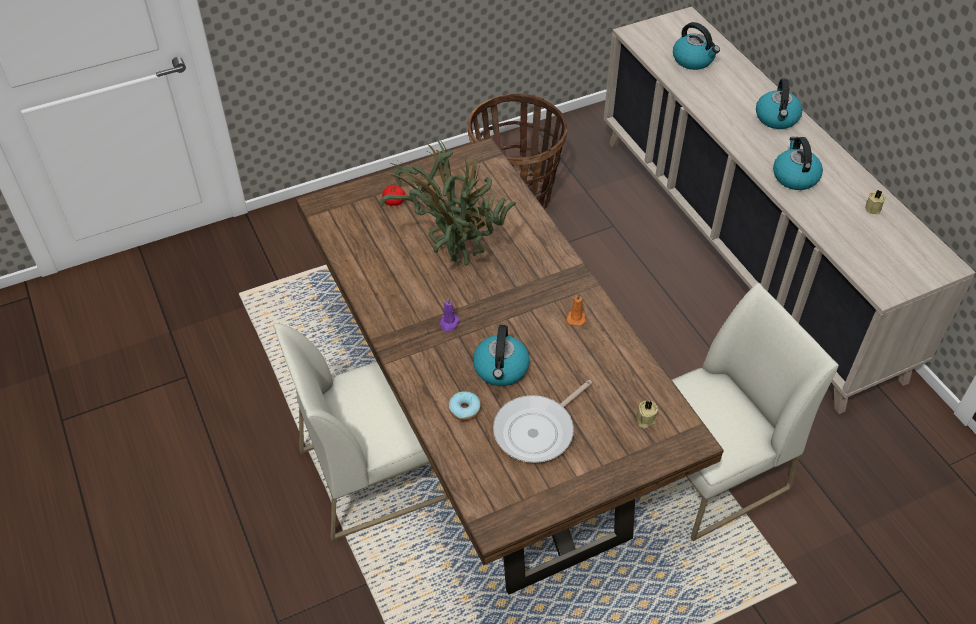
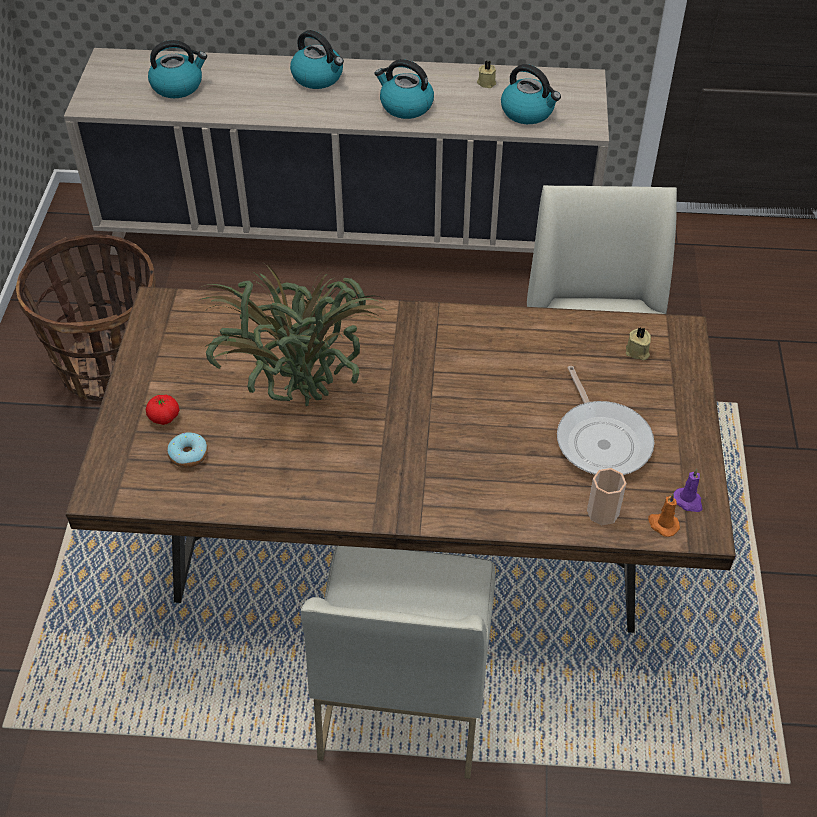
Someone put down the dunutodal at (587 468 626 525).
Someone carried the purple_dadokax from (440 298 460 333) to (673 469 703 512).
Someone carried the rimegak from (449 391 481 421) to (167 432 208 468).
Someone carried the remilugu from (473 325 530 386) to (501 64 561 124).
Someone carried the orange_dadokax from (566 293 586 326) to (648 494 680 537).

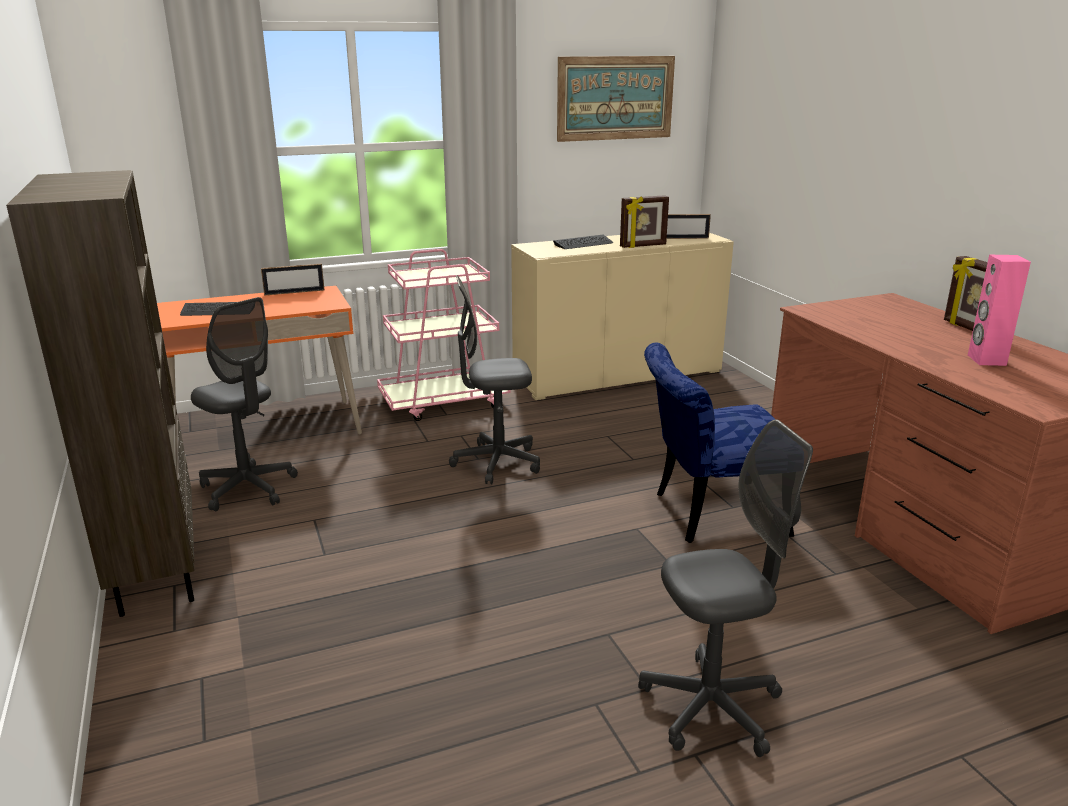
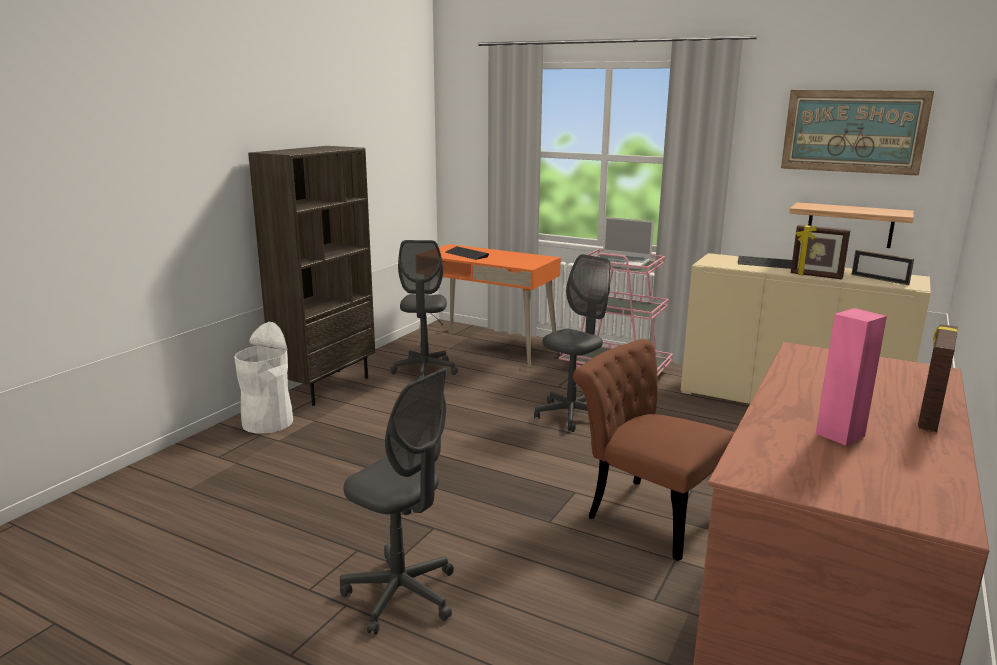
Someone took away the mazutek at (261 263 325 296).
Someone put down the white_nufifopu at (234 322 293 434).
Someone put down the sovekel at (599 217 654 269).
Someone put up the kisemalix at (789 202 914 248).
Someone repainted the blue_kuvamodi at (644 342 794 543), which became the brown_kuvamodi at (573 339 735 561).
Someone rotated the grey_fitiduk at (449 275 540 484) by 90 degrees clockwise.

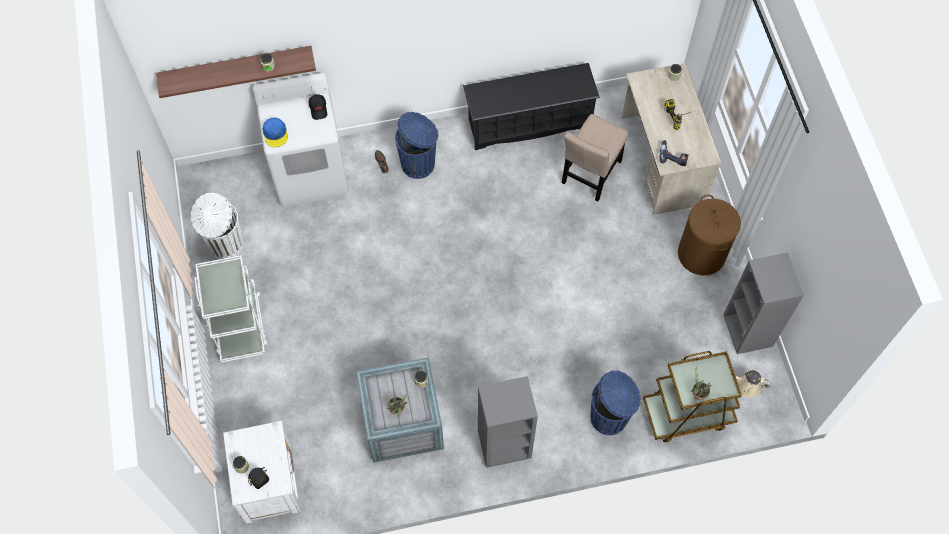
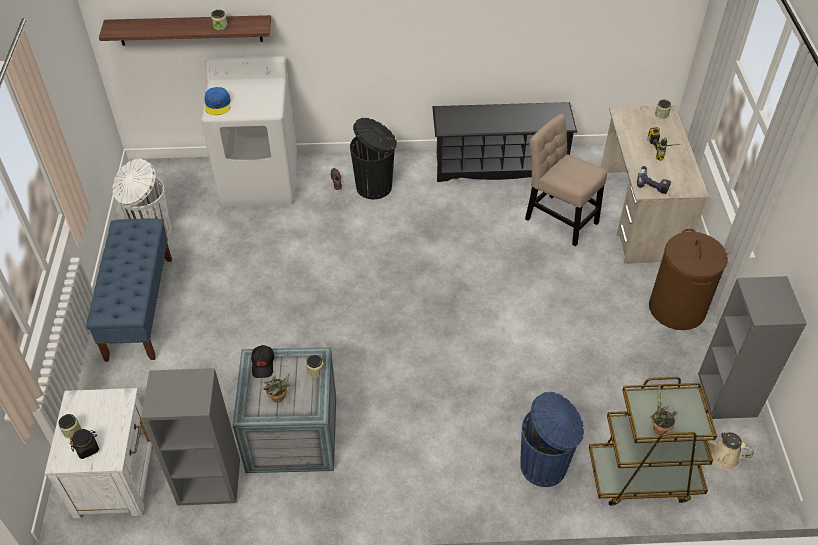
Someone carried the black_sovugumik from (309 94 327 120) to (251 345 274 378).
Someone carried the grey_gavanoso from (478 376 538 468) to (141 368 240 506).
Someone swapped the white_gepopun at (194 255 267 363) for the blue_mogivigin at (86 219 172 362).
Someone repainted the blue_nufifopu at (395 112 439 179), which became the black_nufifopu at (350 118 397 199).
Someone rotated the beige_kuvamodi at (562 114 628 201) by 90 degrees clockwise.

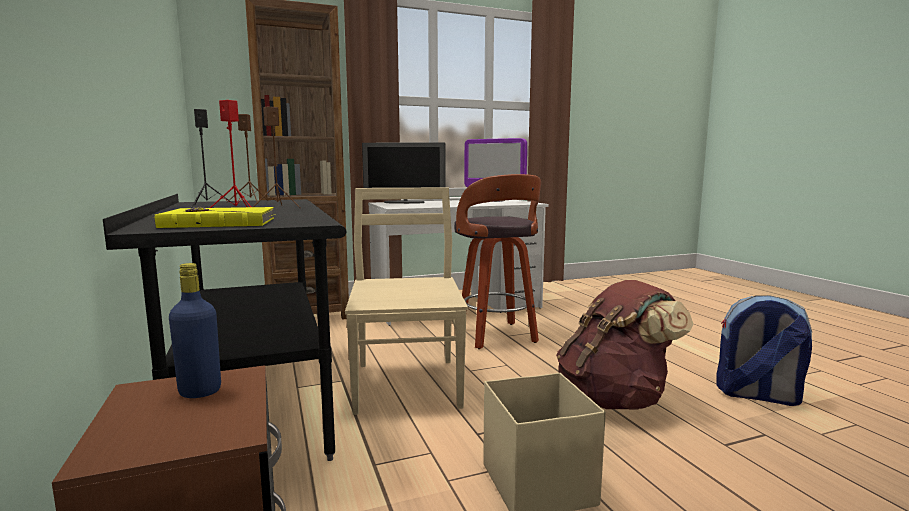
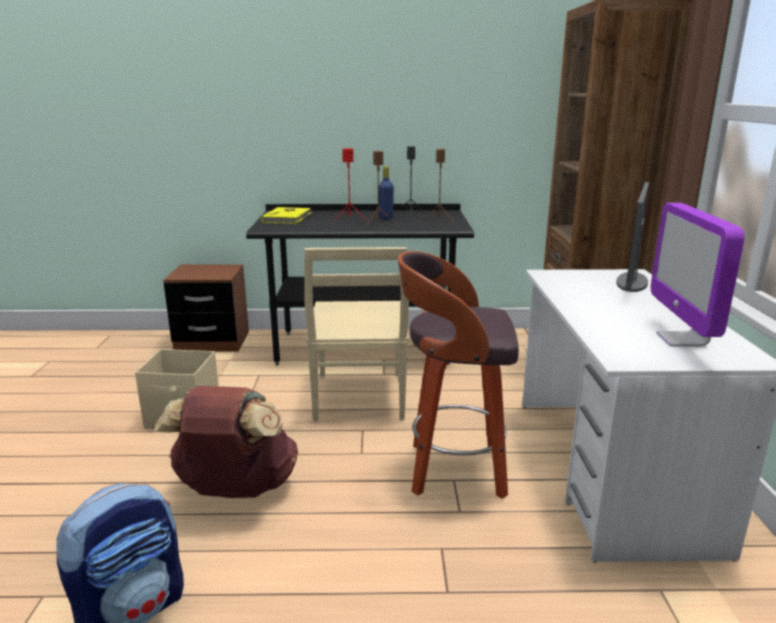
Someone carried the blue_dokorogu from (169 263 221 398) to (379 166 394 220).
Someone rotated the beige_kuvamodi at (345 187 468 415) by 75 degrees clockwise.
Someone rotated the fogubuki at (464 138 527 202) by 45 degrees counterclockwise.

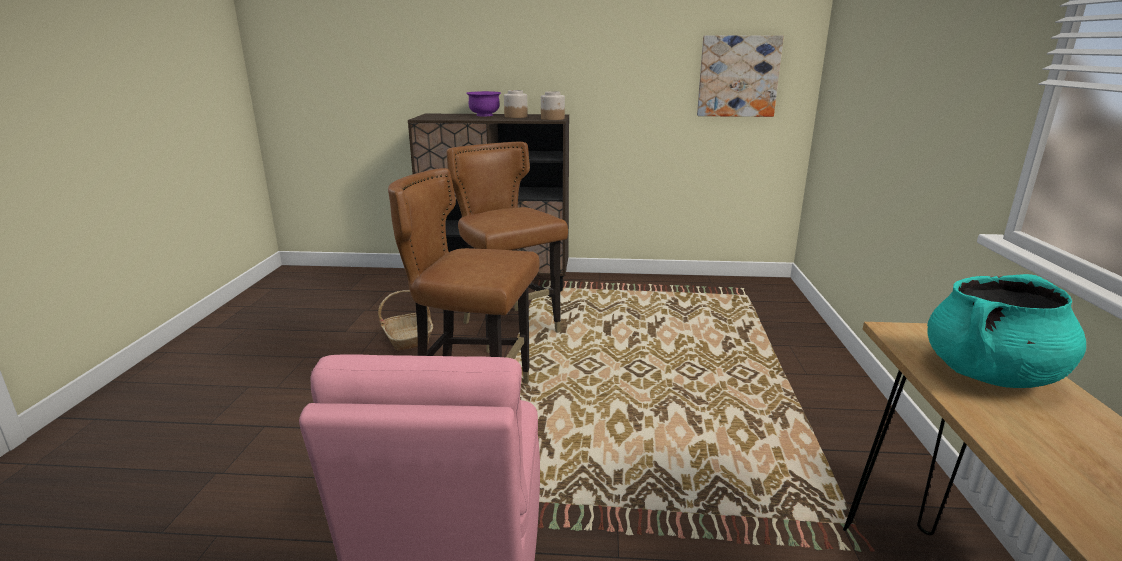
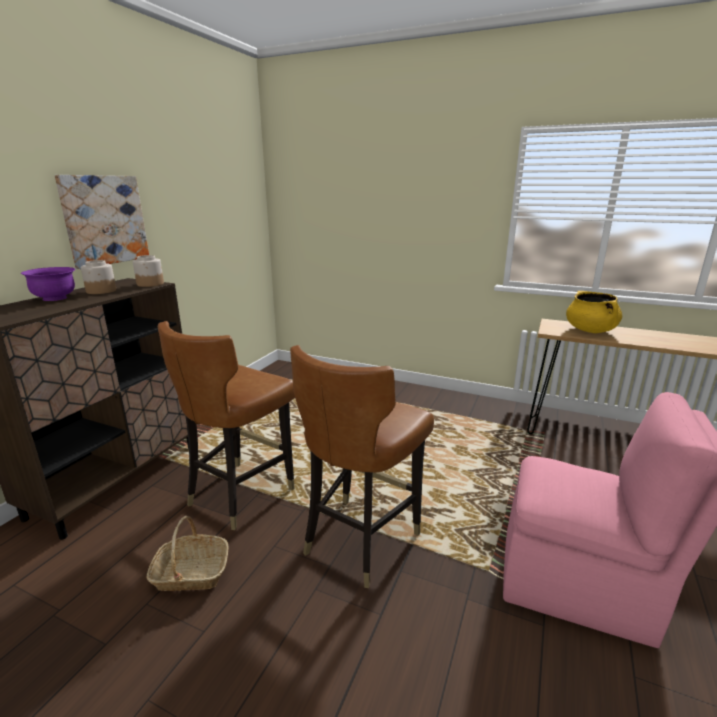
Someone carried the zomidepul from (697 35 784 117) to (55 175 149 269).
Someone repainted the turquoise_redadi at (927 274 1086 388), which became the yellow_redadi at (566 291 622 333).
Someone rotated the brown_kuvamodi at (447 142 568 353) by 45 degrees counterclockwise.

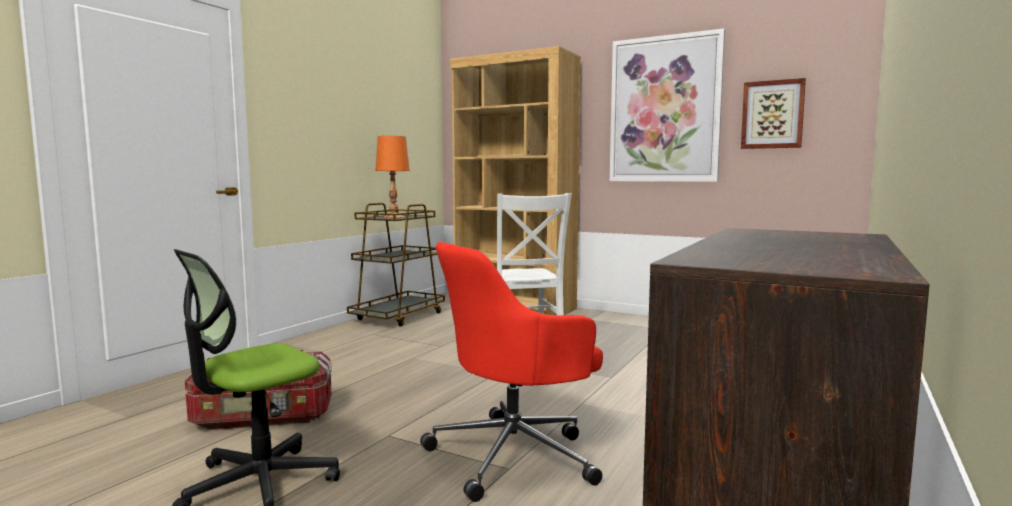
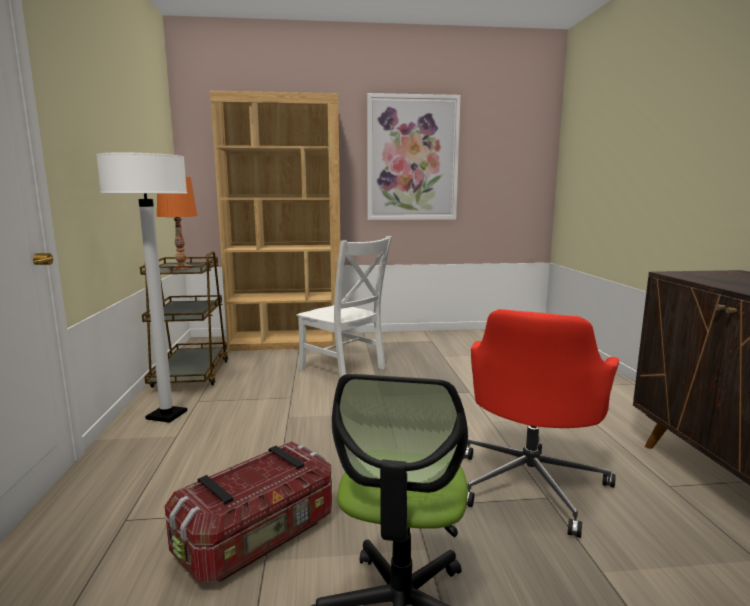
Someone took away the zomidepul at (741 78 806 149).
Someone put down the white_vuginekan at (96 153 187 423).

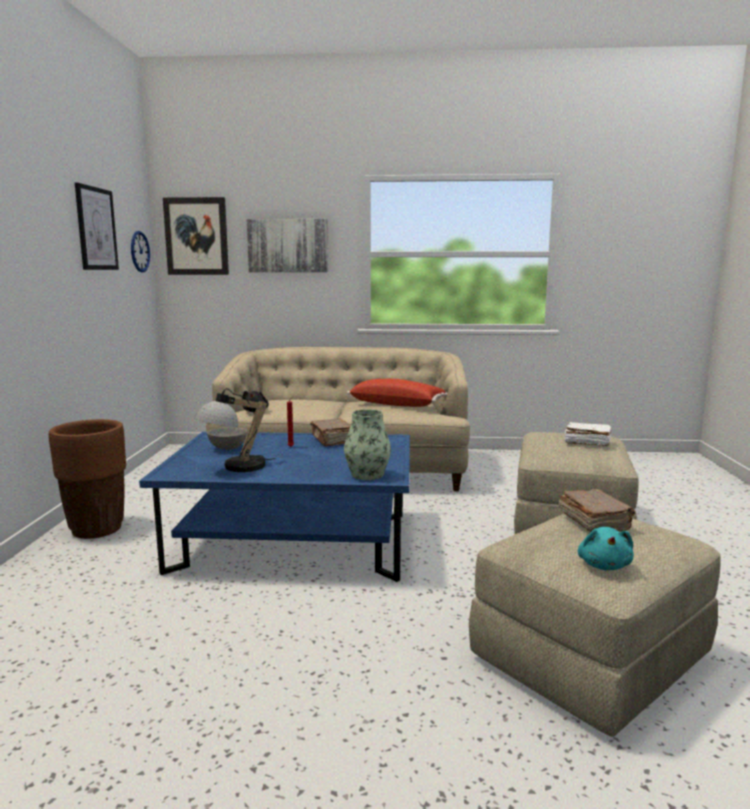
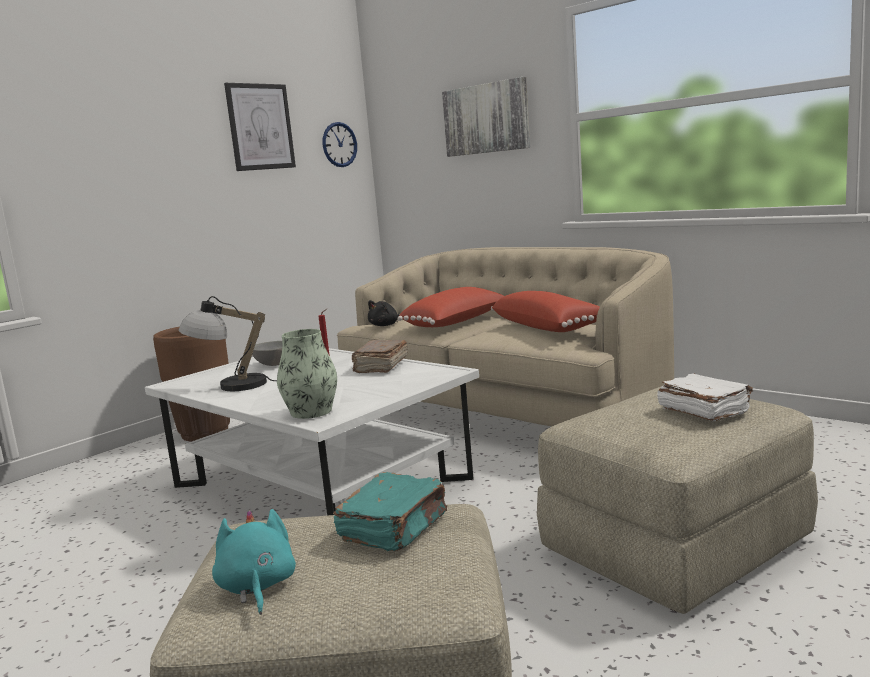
Someone took away the zomidepul at (163 197 229 275).
Someone put down the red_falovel at (398 287 504 327).
Someone repainted the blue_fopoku at (139 432 410 582), which became the white_fopoku at (145 348 479 515).
Someone repainted the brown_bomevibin at (559 489 636 532), which became the turquoise_bomevibin at (333 472 447 551).
Someone rotated the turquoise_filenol at (578 527 633 570) by 120 degrees clockwise.

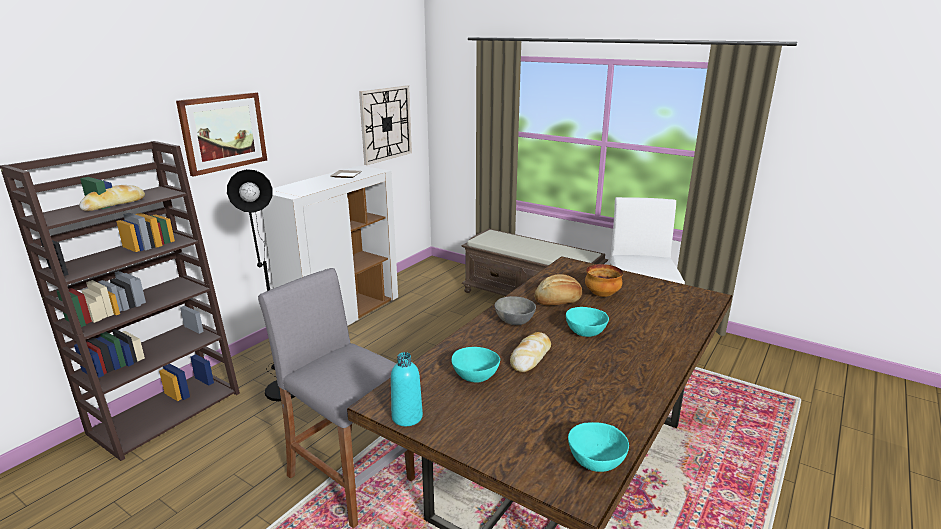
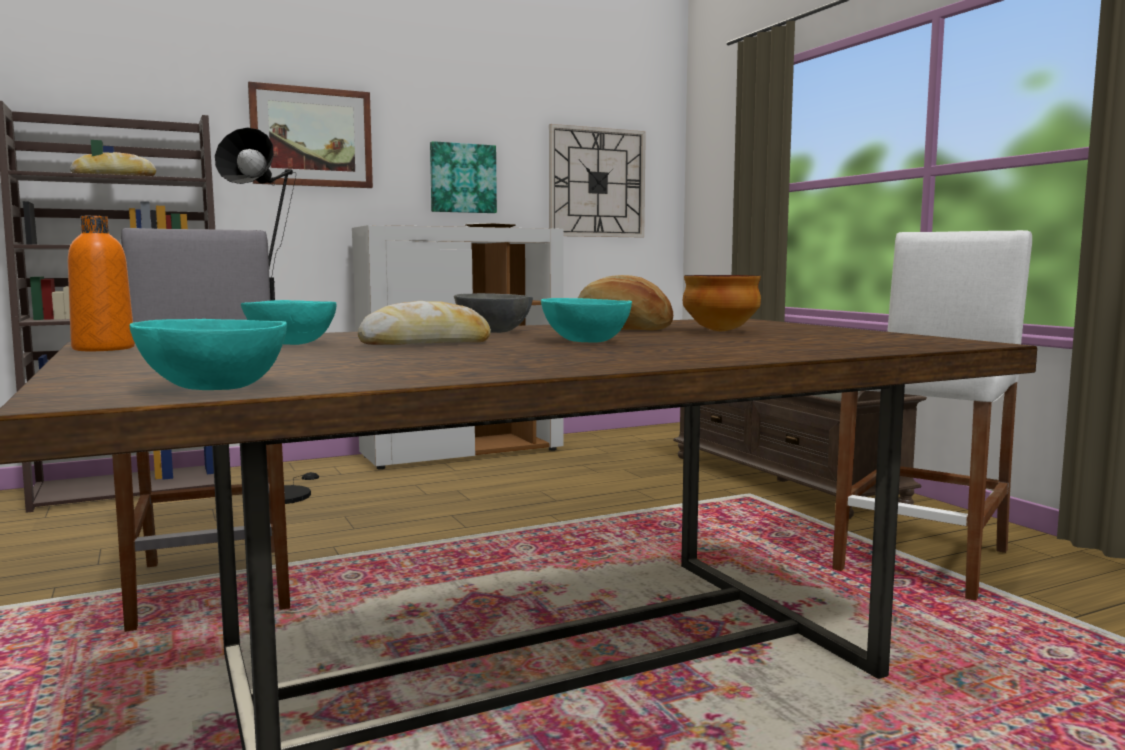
Someone put up the zomidepul at (430 141 497 213).
Someone repainted the turquoise_dokorogu at (391 352 423 426), which became the orange_dokorogu at (68 216 135 351).

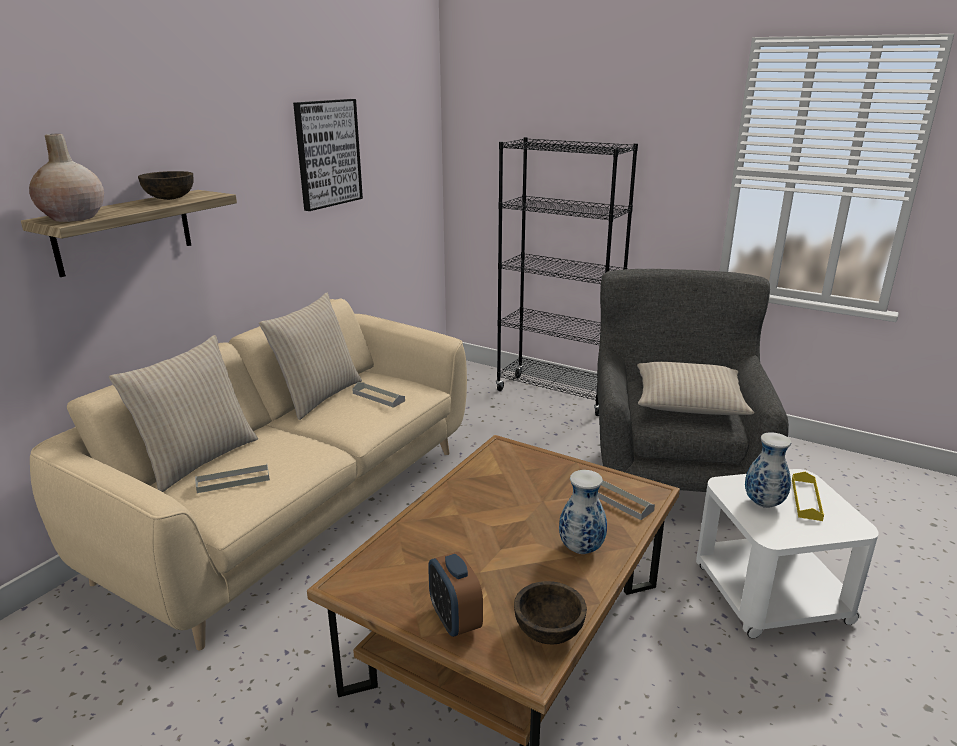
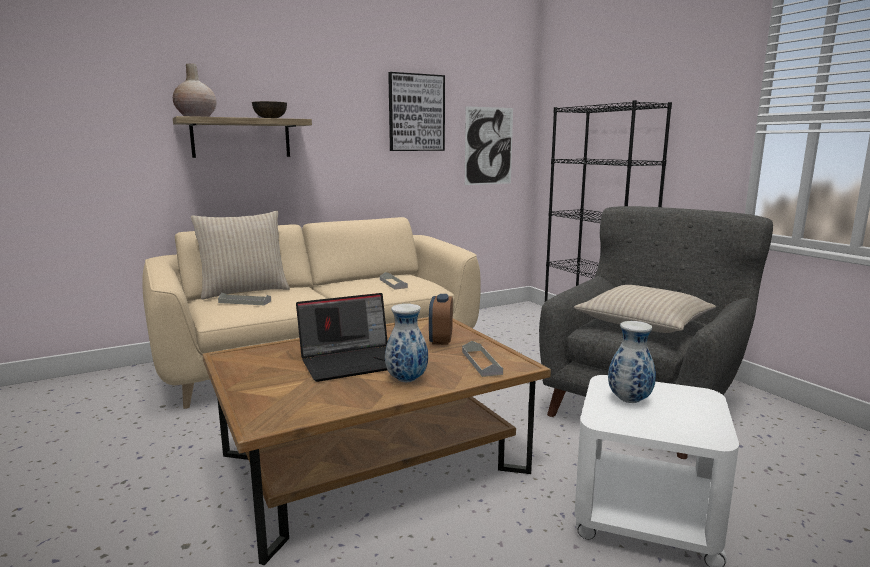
Someone took away the beige_falovel at (259 293 362 420).
Someone took away the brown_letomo at (514 581 587 644).
Someone took away the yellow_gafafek at (792 472 824 521).
Someone put down the sovekel at (296 293 388 382).
Someone put up the zomidepul at (465 106 513 185).
Someone carried the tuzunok from (428 552 483 637) to (429 294 453 345).

